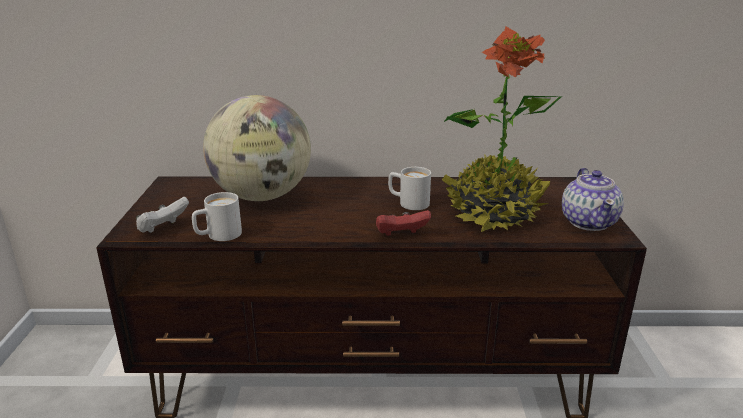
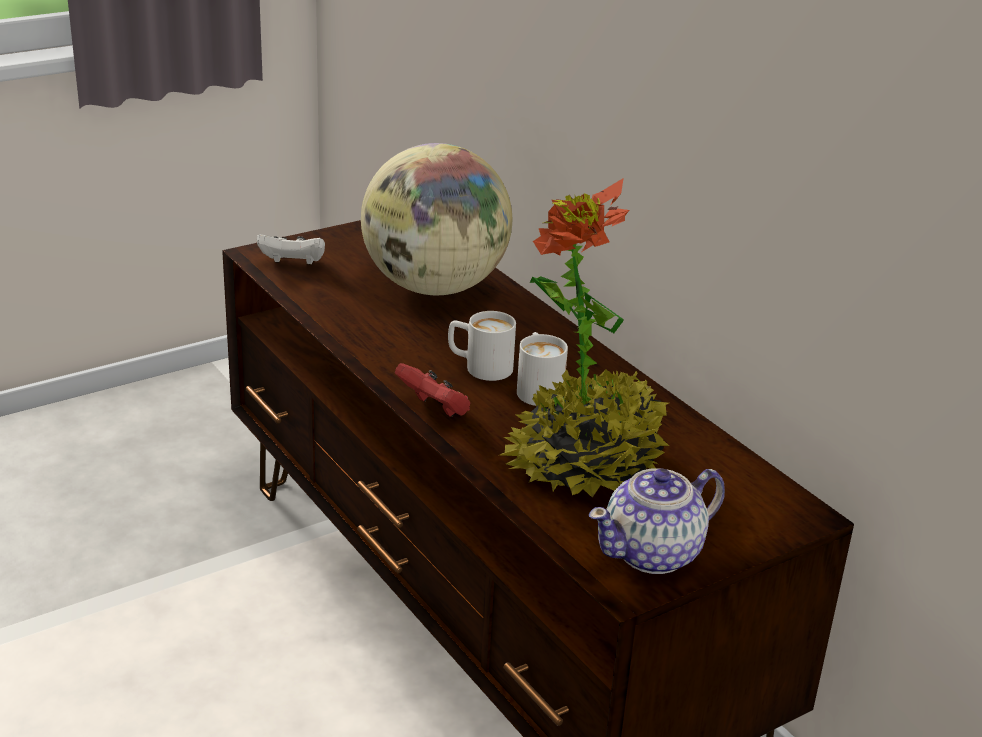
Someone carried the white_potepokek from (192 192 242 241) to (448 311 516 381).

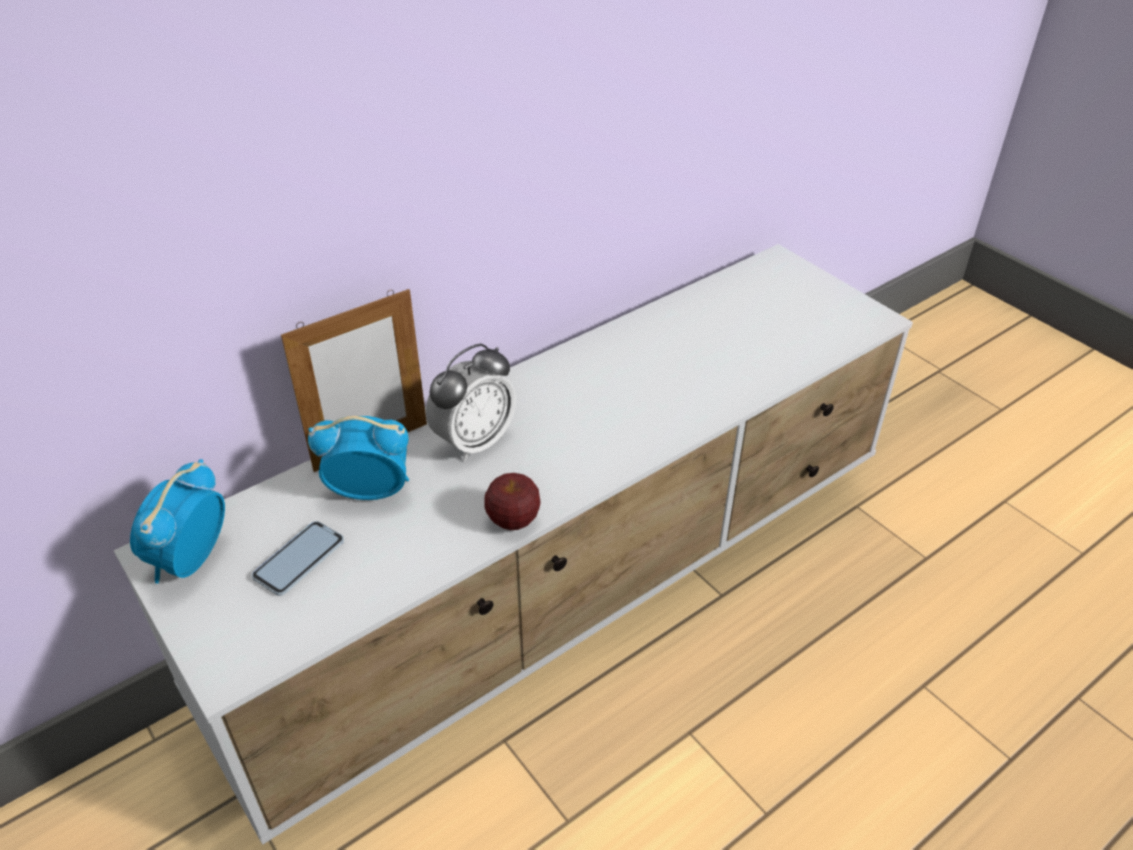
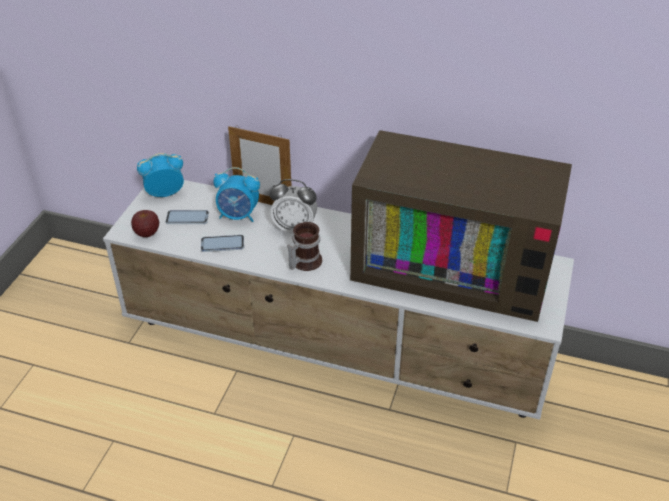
Someone put down the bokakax at (201 235 244 252).
Someone put down the potepokek at (288 222 322 271).
Someone put down the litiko at (350 130 572 322).
Someone carried the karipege from (484 473 541 530) to (131 210 159 237).
Someone rotated the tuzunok at (308 416 409 500) by 135 degrees clockwise.

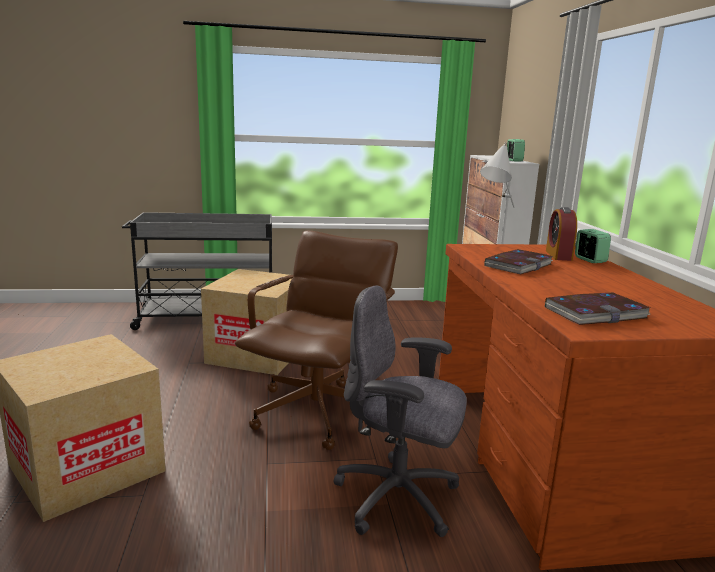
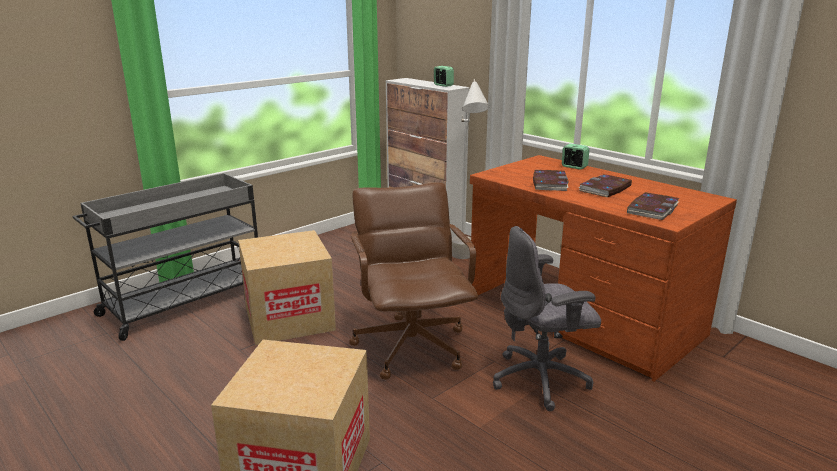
Someone took away the tuzunok at (546 207 577 261).
Someone put down the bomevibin at (578 174 632 197).

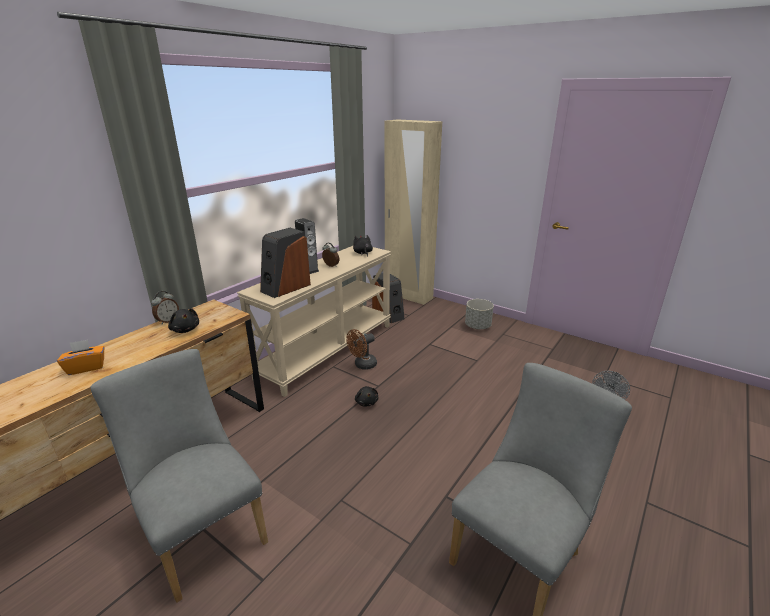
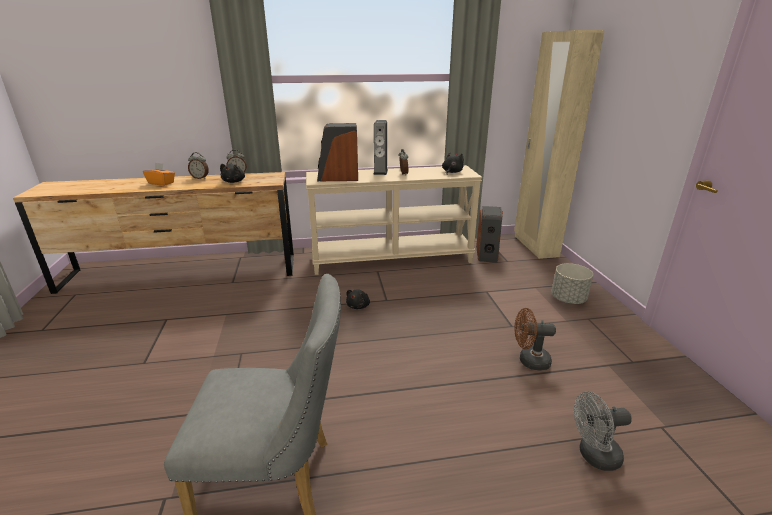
Someone took away the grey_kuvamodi at (90 349 268 603).
Someone put down the tuzunok at (188 152 209 179).
Someone carried the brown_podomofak from (346 329 377 370) to (515 308 556 371).

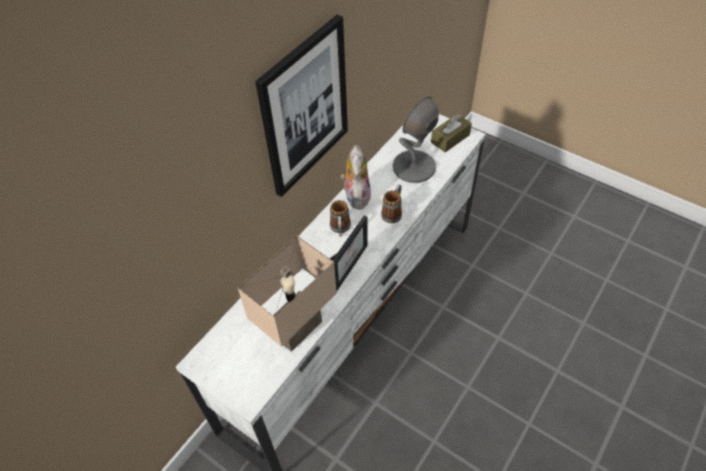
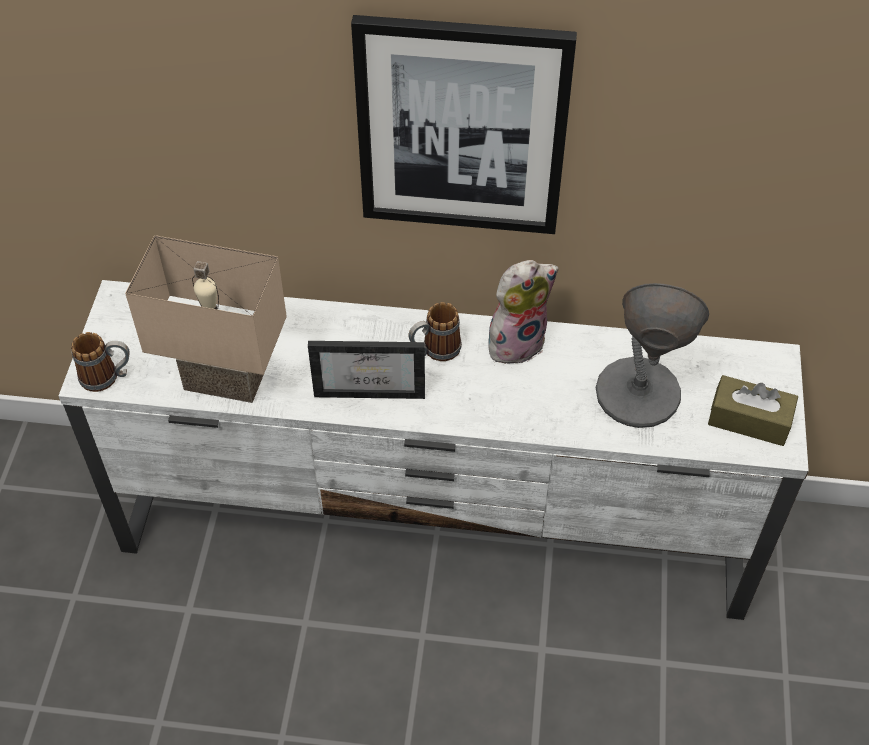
Someone carried the potepokek from (381 185 402 223) to (71 332 129 392).

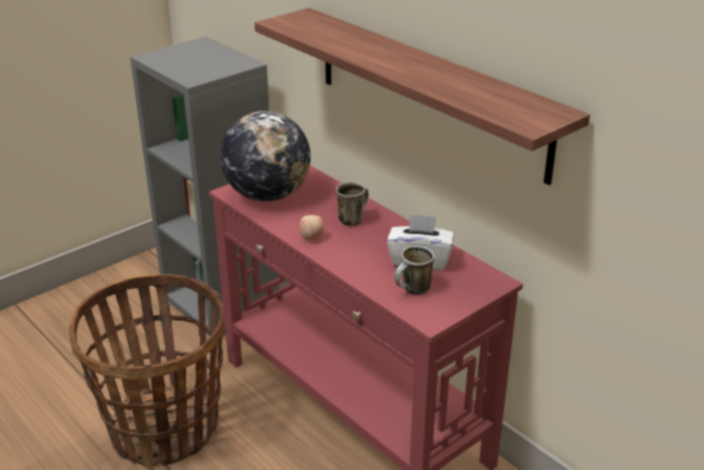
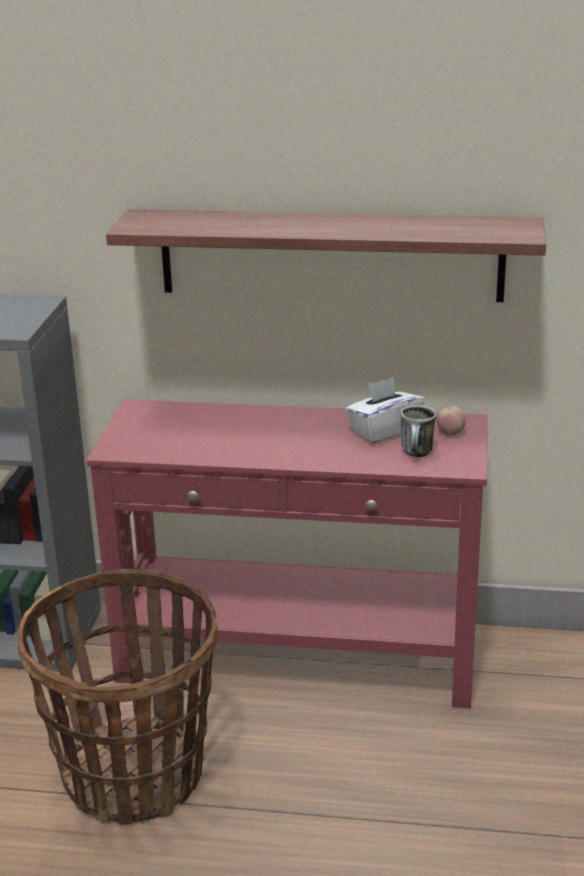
Someone took away the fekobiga at (220 111 311 202).
Someone took away the potepokek at (336 182 369 226).
Someone carried the karipege from (299 215 324 240) to (437 406 465 436).

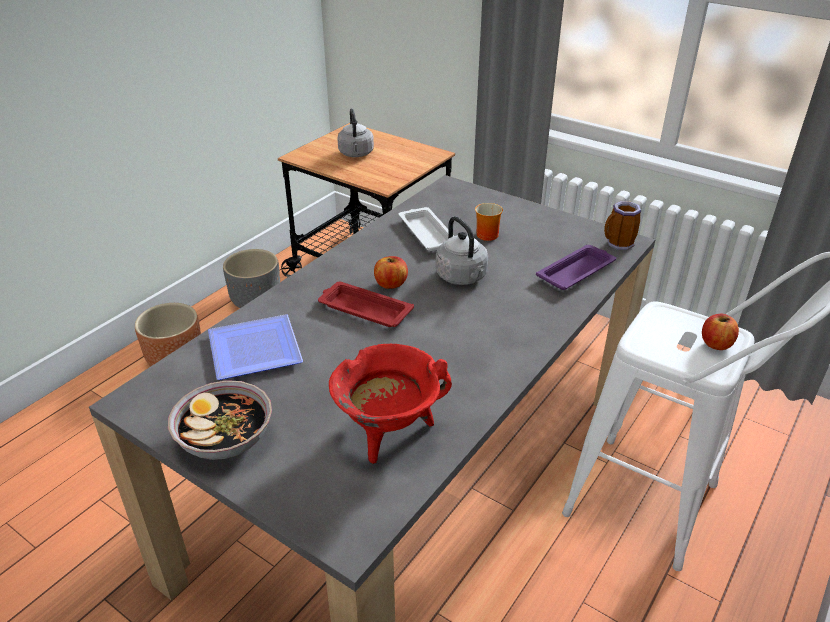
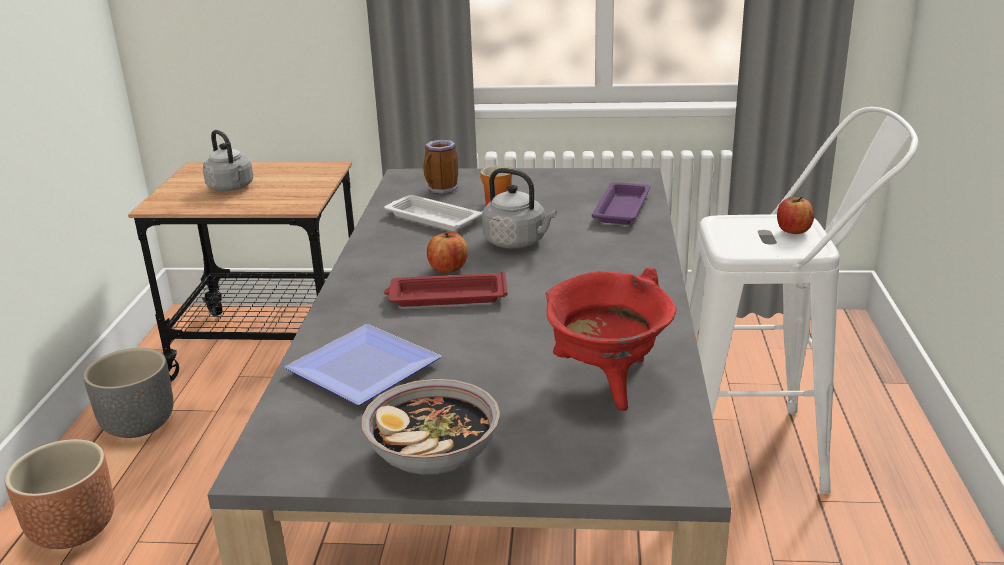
Someone carried the potepokek from (604 201 641 250) to (423 140 458 194).

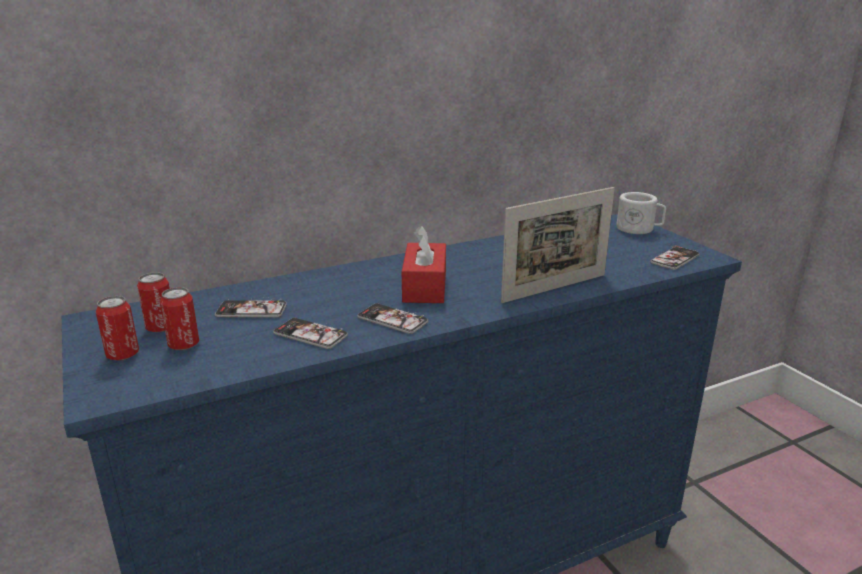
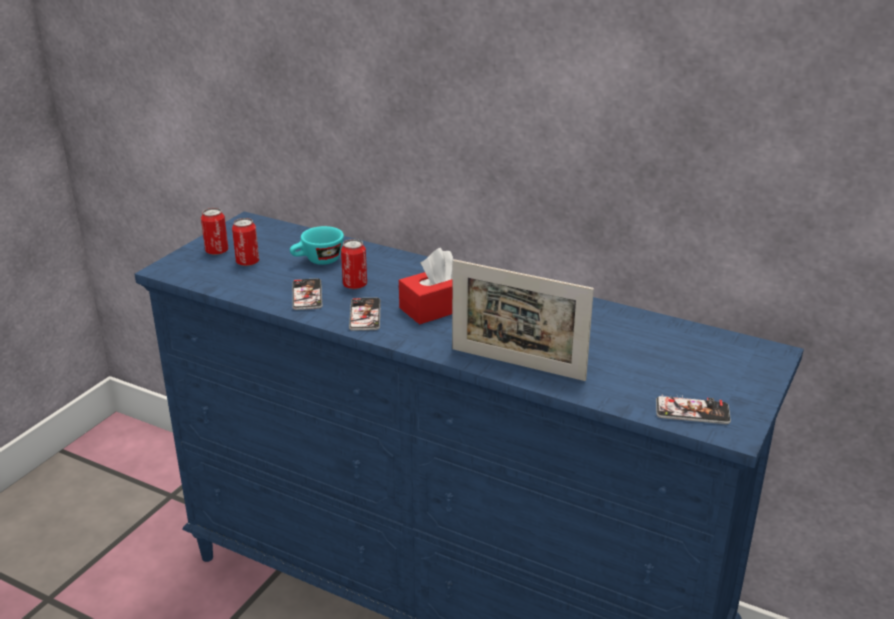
Someone took away the white_potepokek at (616 192 666 234).
Someone carried the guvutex from (137 272 170 333) to (341 239 367 289).
Someone swapped the bokakax at (215 298 287 318) for the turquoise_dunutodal at (290 226 344 265).

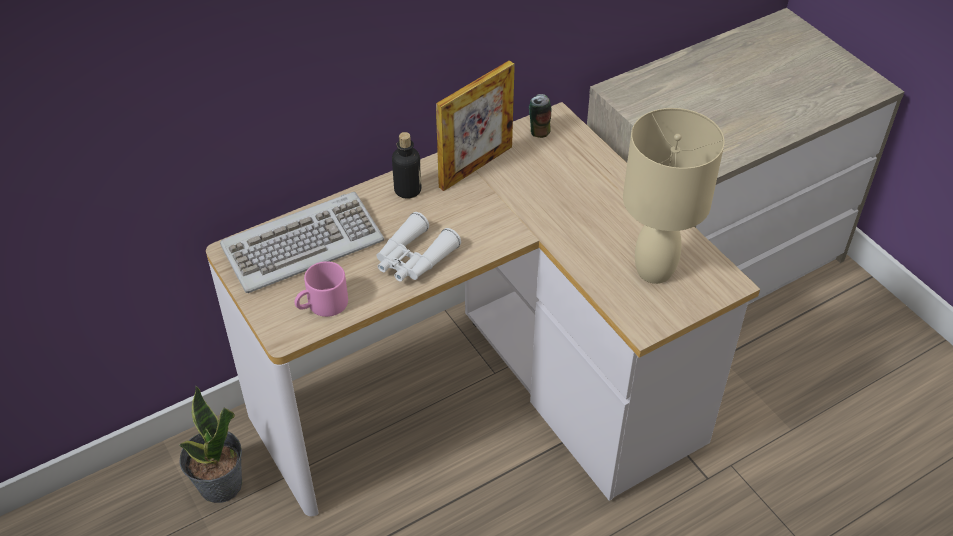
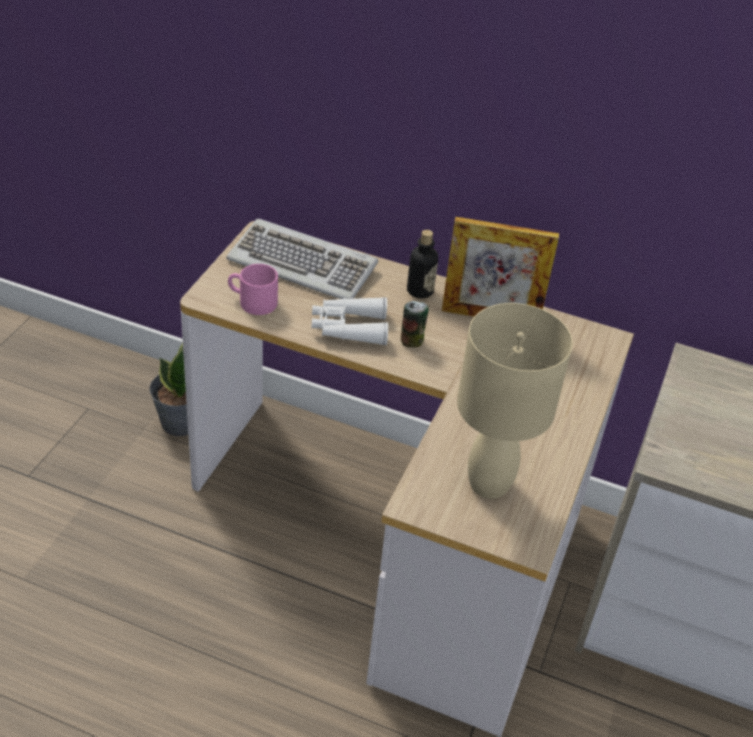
Someone carried the guvutex from (529 94 551 138) to (401 301 429 347).

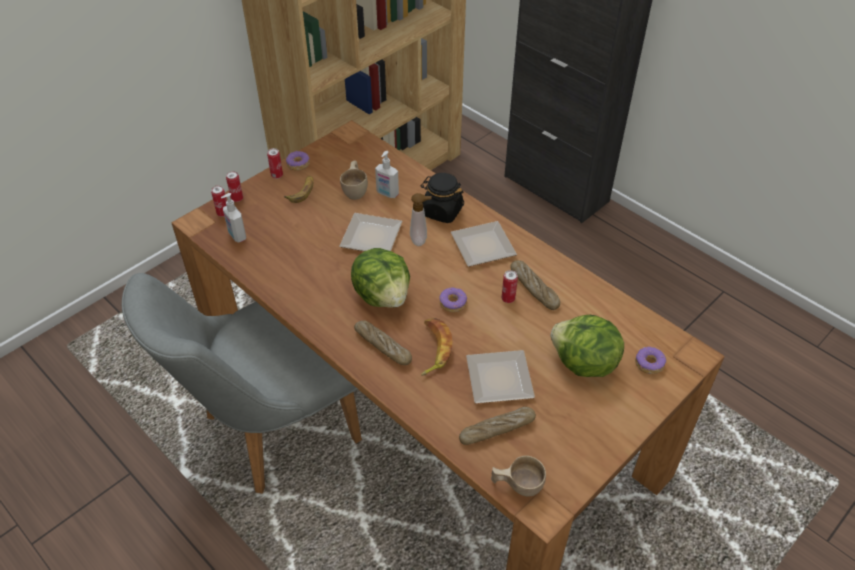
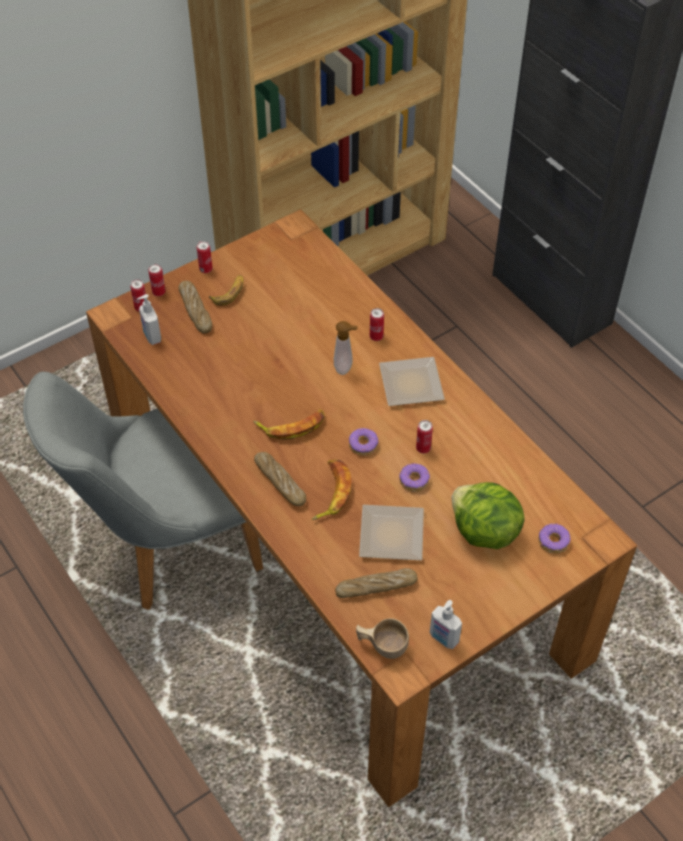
Someone took away the beige_dunutodal at (340 160 368 200).
Someone took away the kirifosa at (340 213 402 251).
Someone carried the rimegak from (286 151 310 171) to (399 463 430 492).
Someone carried the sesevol from (375 151 399 198) to (430 600 462 649).
Someone carried the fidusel from (510 260 560 310) to (178 281 212 334).
Someone swapped the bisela at (351 248 410 308) for the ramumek at (253 410 325 440).
Someone swapped the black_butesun at (421 173 464 223) for the guvutex at (370 308 384 341).

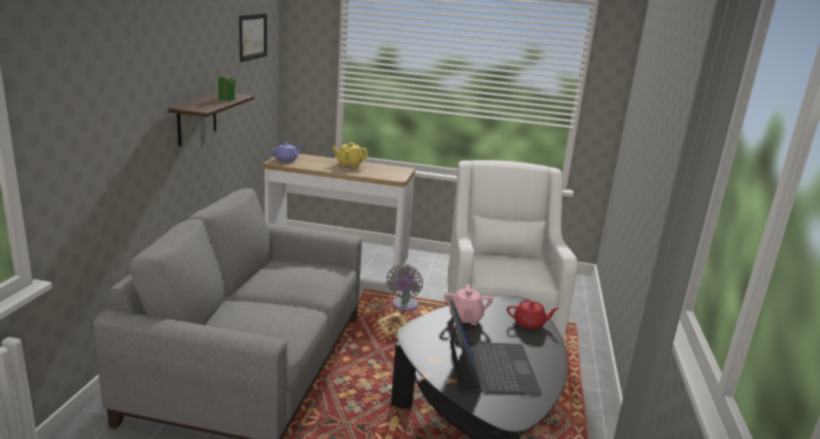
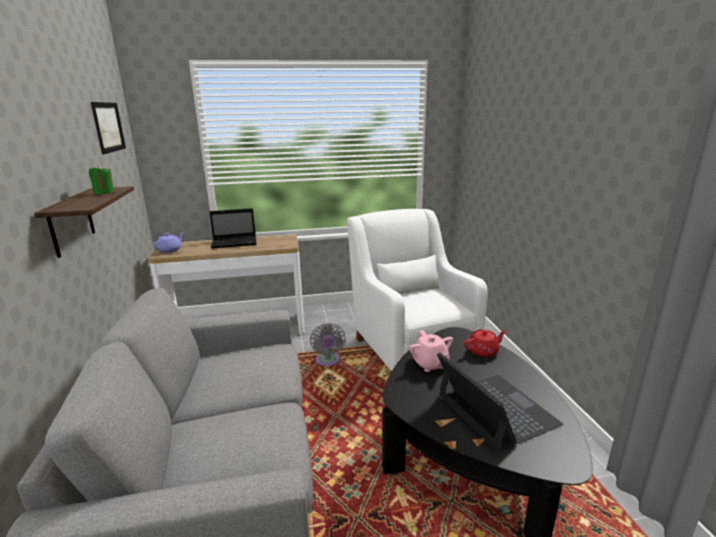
Someone swapped the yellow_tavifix at (332 143 368 168) for the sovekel at (209 208 257 249).

